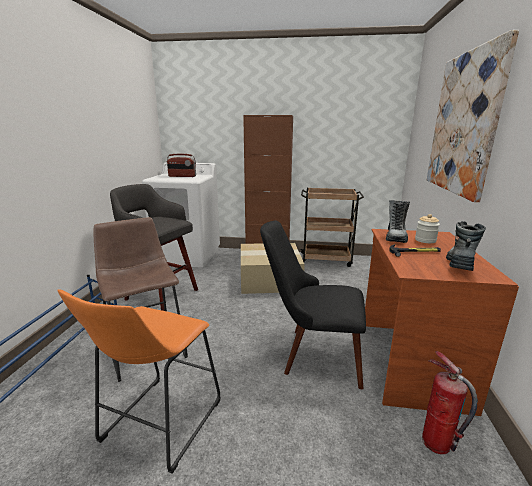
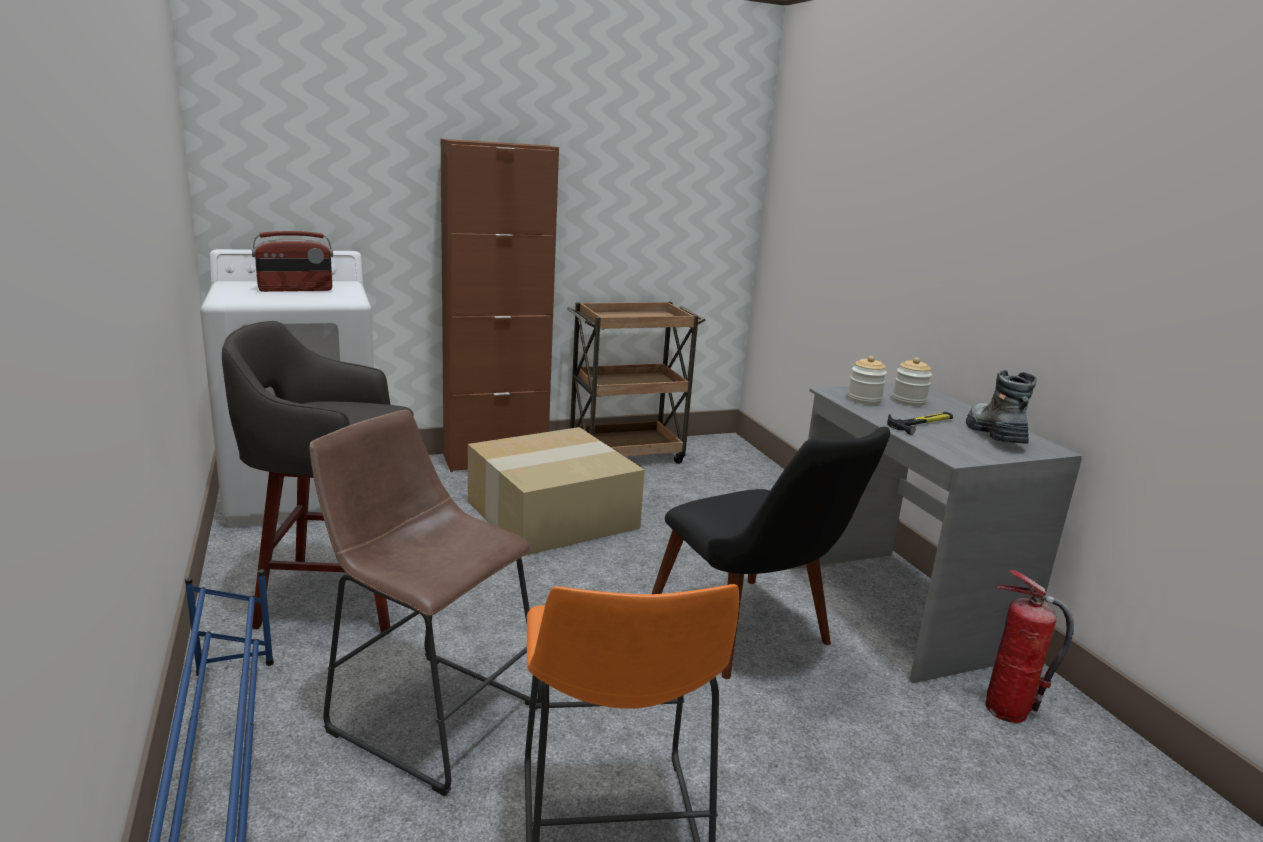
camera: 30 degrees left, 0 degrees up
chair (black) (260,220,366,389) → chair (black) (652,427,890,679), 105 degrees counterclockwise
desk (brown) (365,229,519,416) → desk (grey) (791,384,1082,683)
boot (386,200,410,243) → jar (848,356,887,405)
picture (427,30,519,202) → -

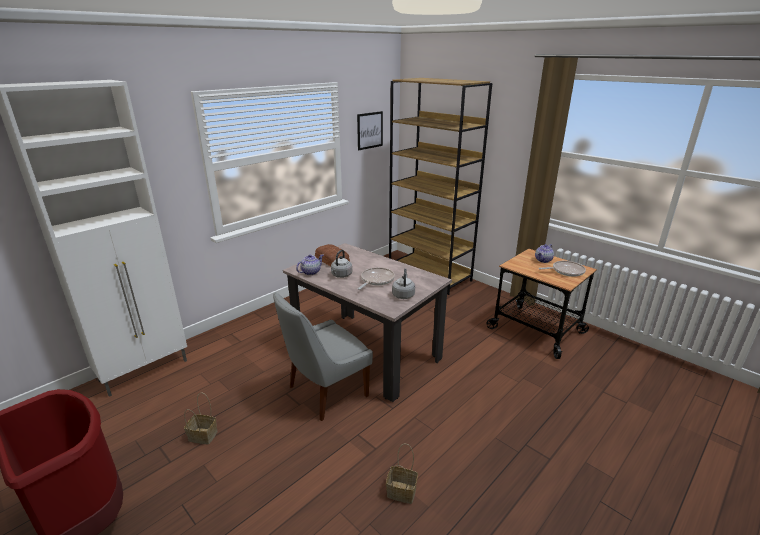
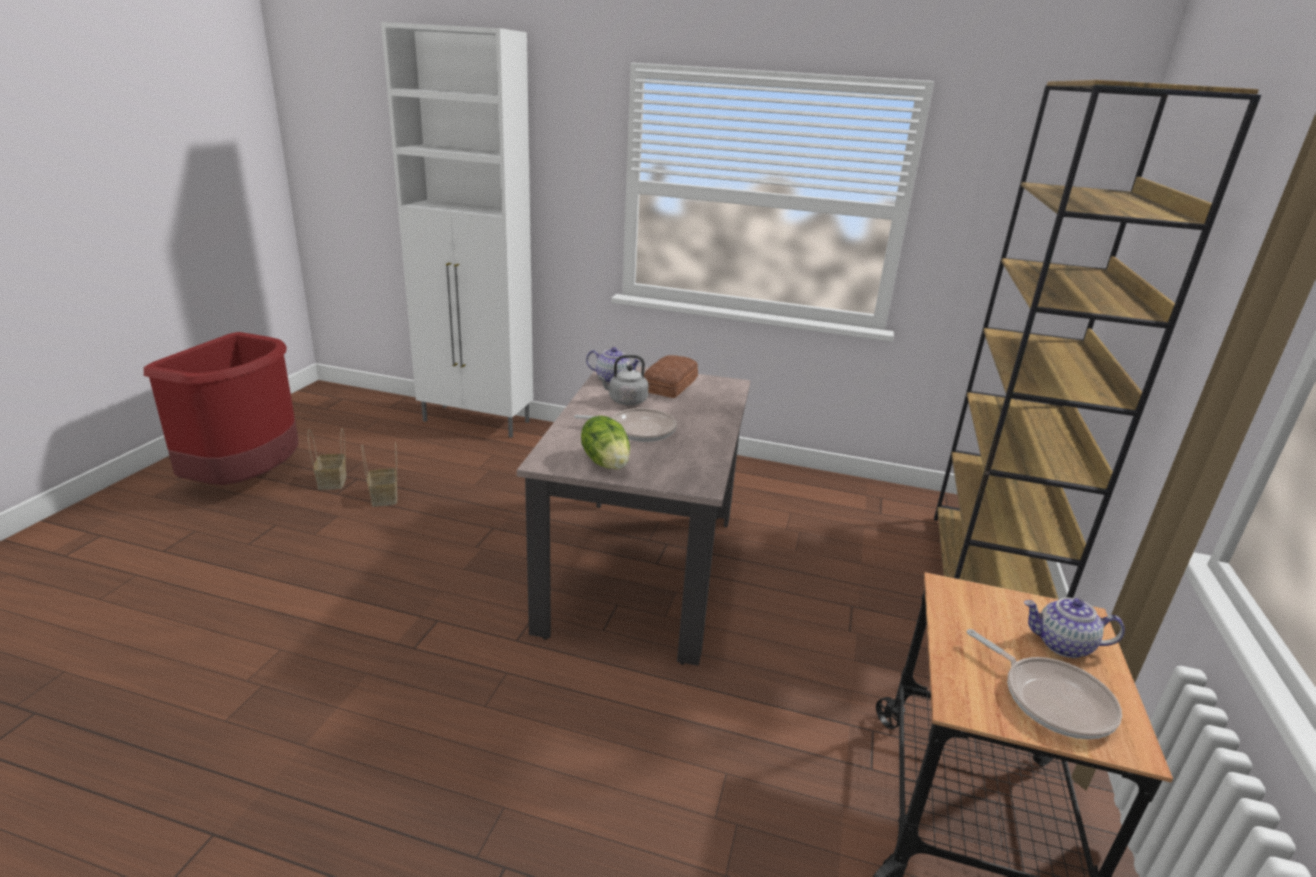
camera: 60 degrees right, 0 degrees up
basket (386,444,418,504) → basket (308,428,347,490), shifted
kettle (grey) (392,268,415,299) → lettuce (581,416,630,469)
chair (grey) (273,292,373,421) → -
picture (357,111,383,150) → -

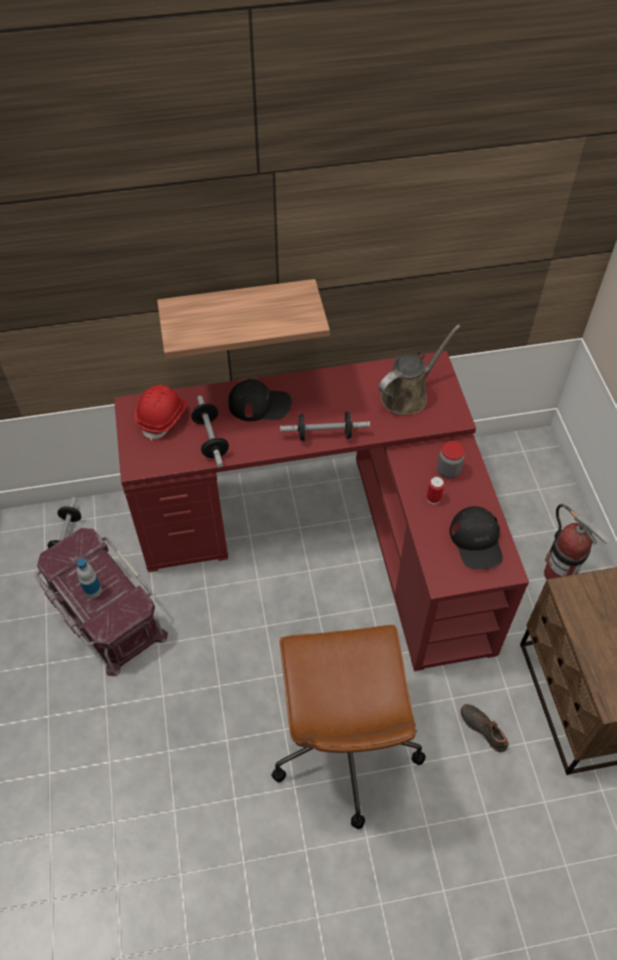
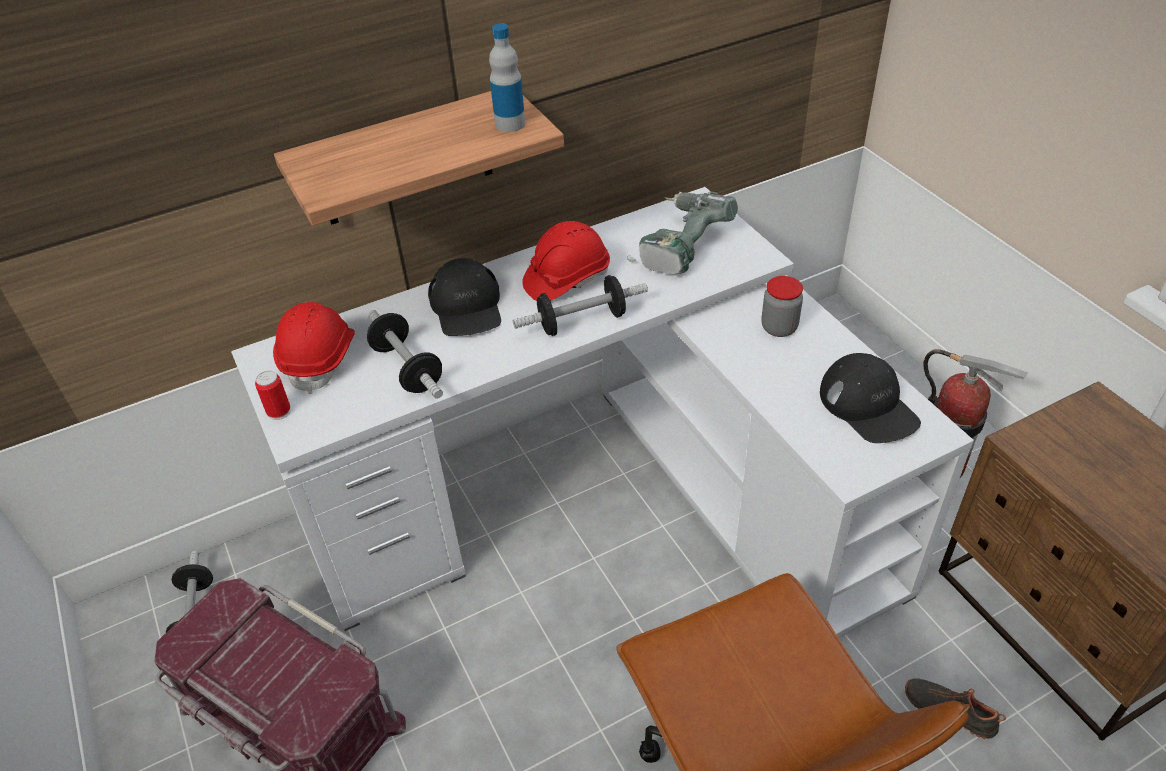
camera: 15 degrees left, 10 degrees down
desk (red) (114,351,529,671) → desk (white) (231,187,974,638)
can (427,477,444,504) → can (255,371,291,420), shifted
cap (black) (228,379,292,421) → cap (black) (428,258,501,336), 90 degrees clockwise
bottle (77,558,102,598) → bottle (489,23,525,132), shifted
- → hard hat (red) (522,221,610,301)
watering can (brown) (379,325,461,415) → power drill (627,192,738,274)

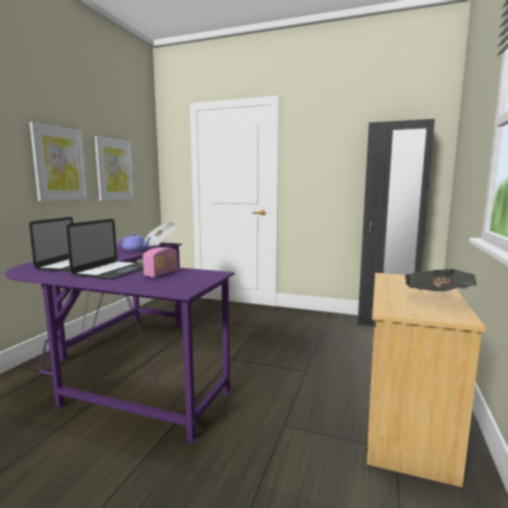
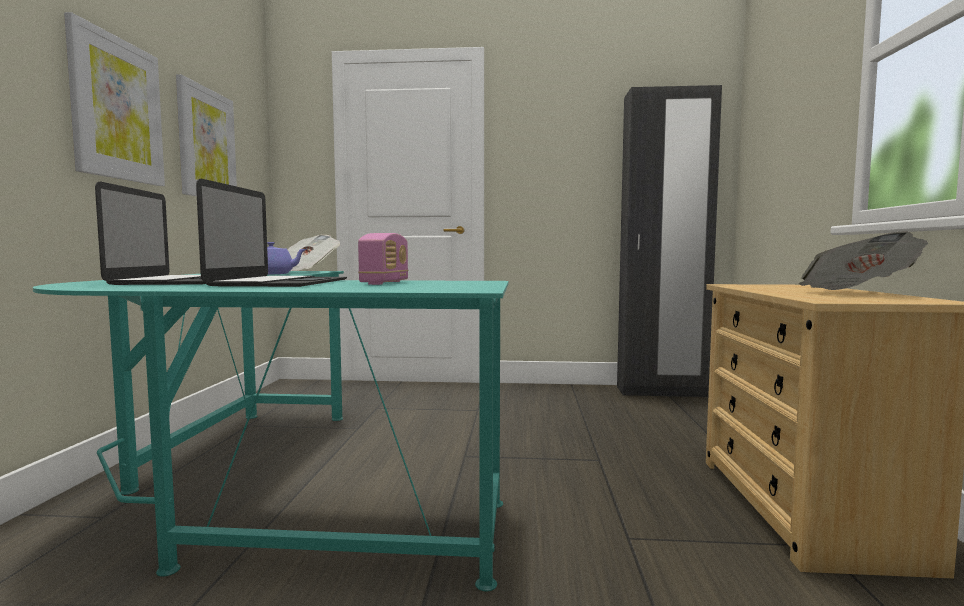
camera: 15 degrees left, 5 degrees down
desk (purple) (5,243,235,443) → desk (turquoise) (33,271,509,591)

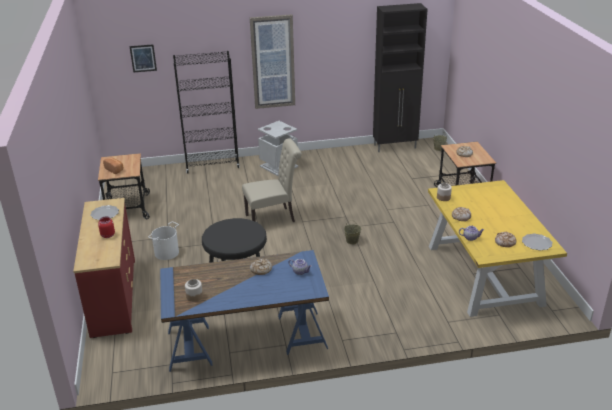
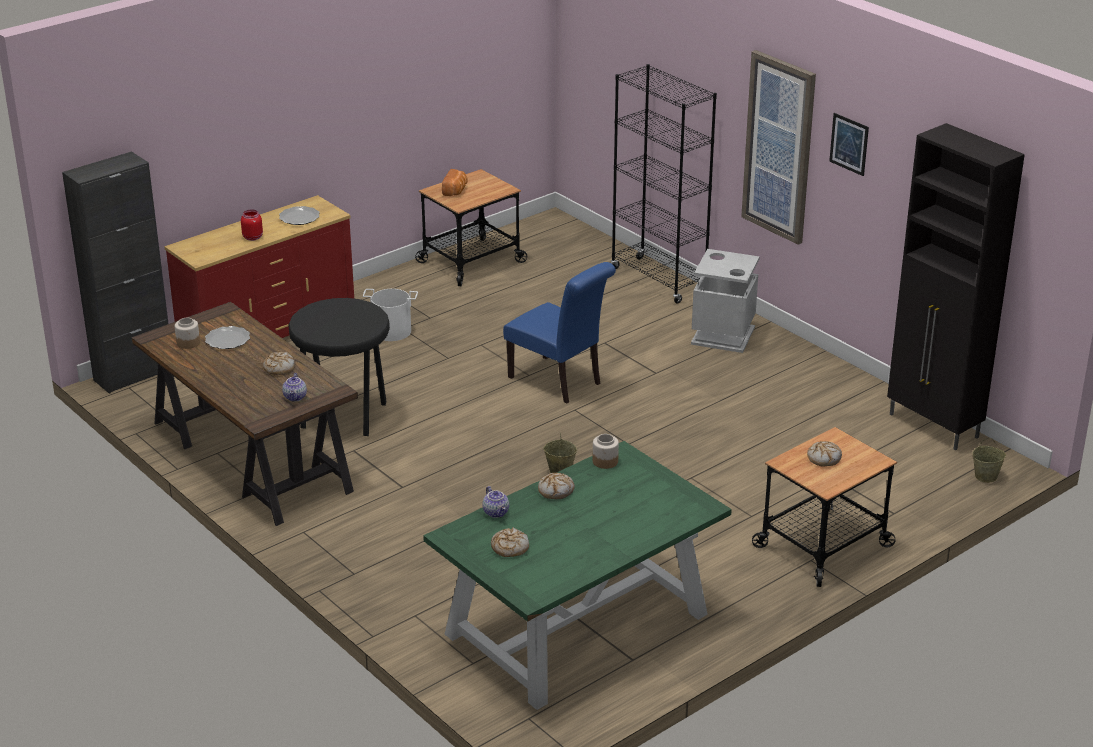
camera: 60 degrees right, 0 degrees up
- → cabinet (black) (62,151,168,394)
desk (blue) (160,250,329,372) → desk (brown) (132,302,358,526)
plate (522,233,553,251) → plate (205,326,250,349), shifted
dining table (yellow) (428,180,567,317) → dining table (green) (423,441,732,710)
chair (beige) (242,139,302,222) → chair (blue) (503,262,616,404)
picture (129,44,157,73) → picture (829,113,869,176), shifted

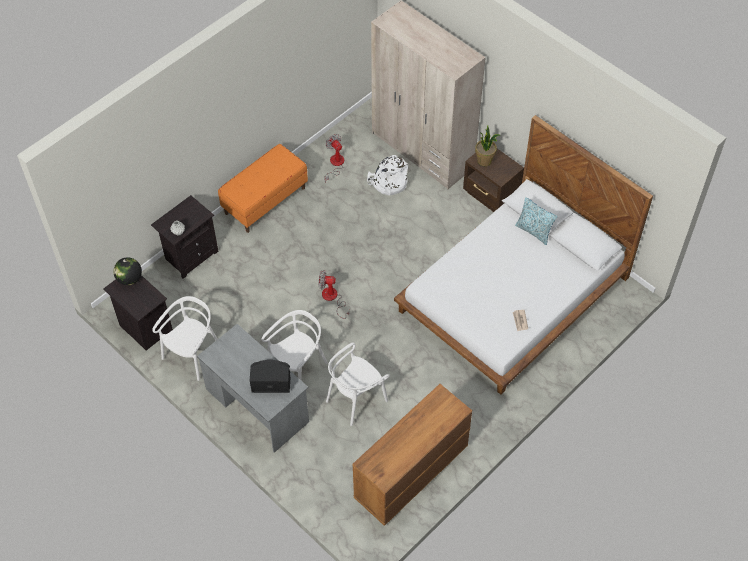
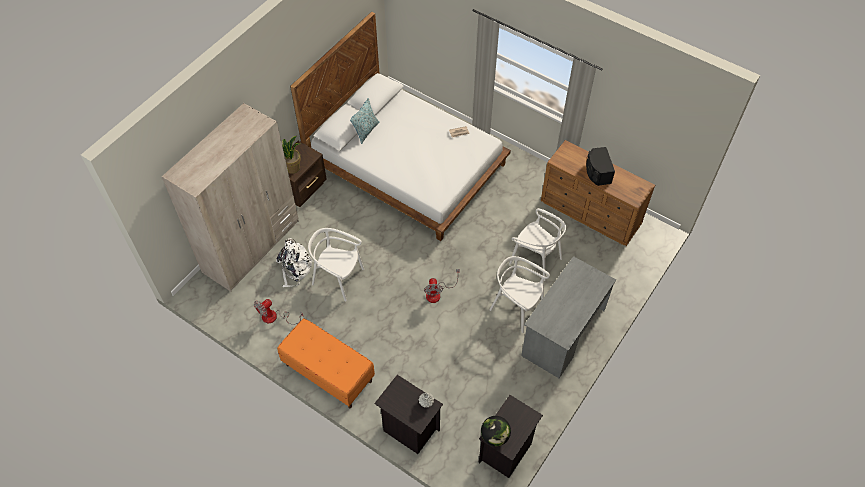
camera: 100 degrees left, 0 degrees up
chair (white) (152,296,217,381) → chair (white) (308,228,364,302), shifted
speaker (black) (250,360,290,393) → speaker (black) (586,147,615,186), shifted

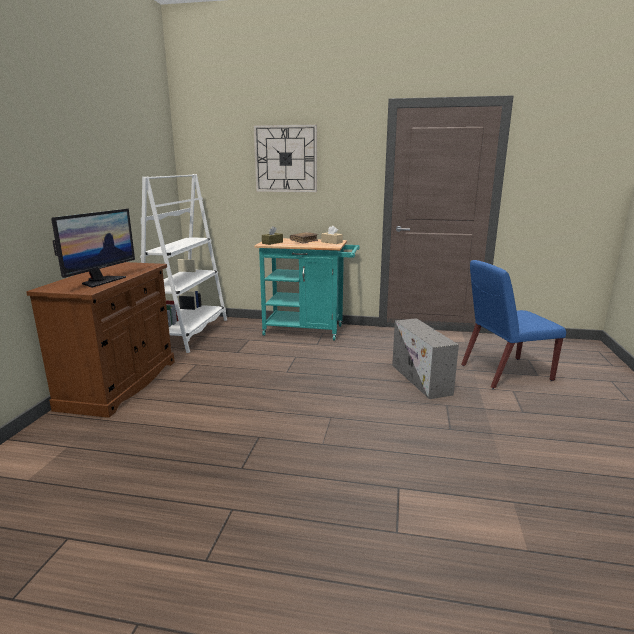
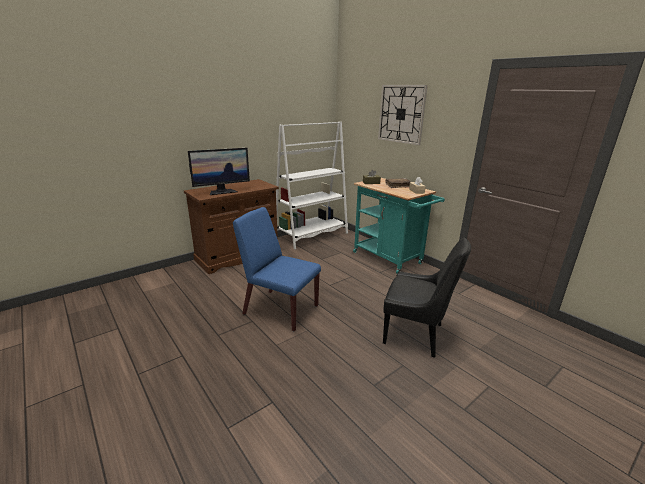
camera: 40 degrees right, 5 degrees up
chair (blue) (461,260,566,389) → chair (blue) (233,207,321,331), shifted
storage box (grey) (392,318,459,399) → chair (black) (383,237,471,358)

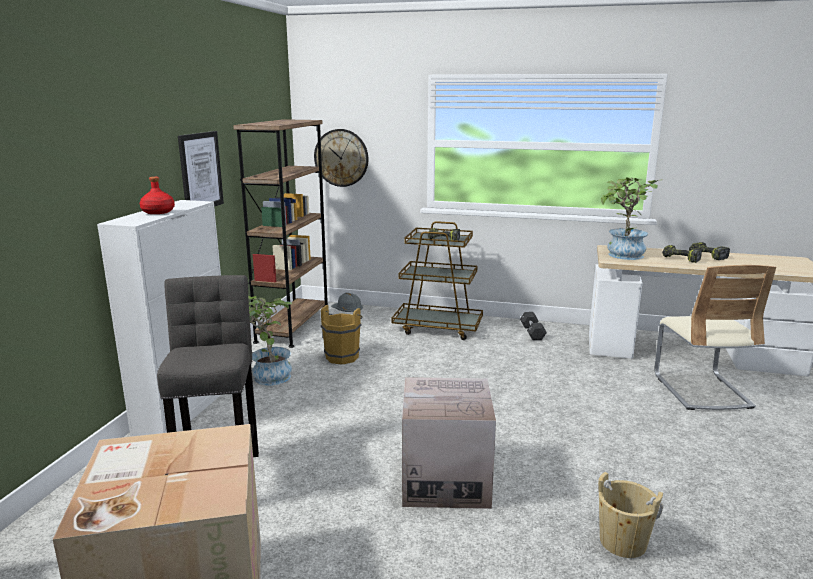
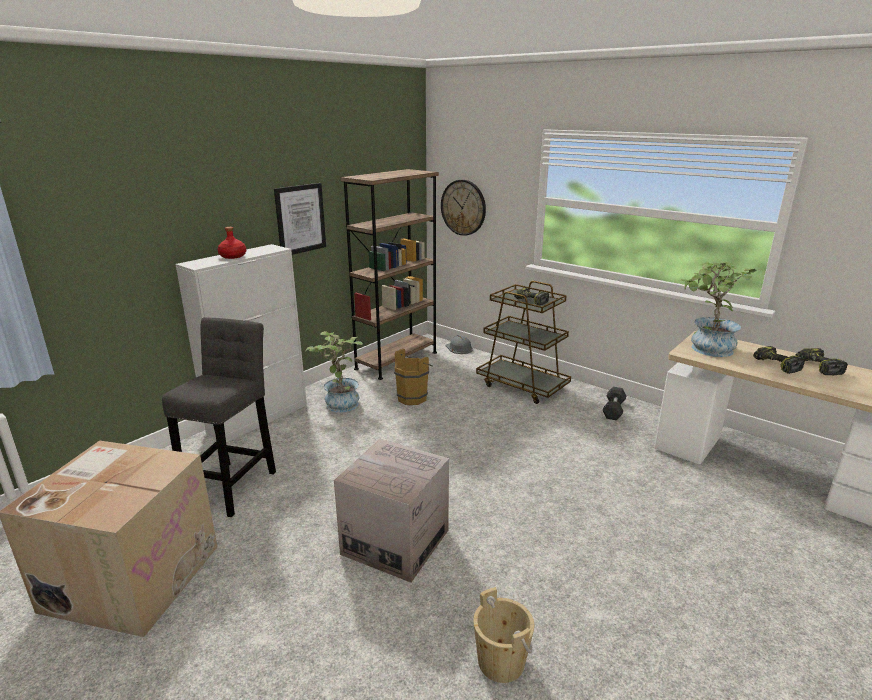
camera: 25 degrees right, 5 degrees up
chair (beige) (655,265,776,410) → -

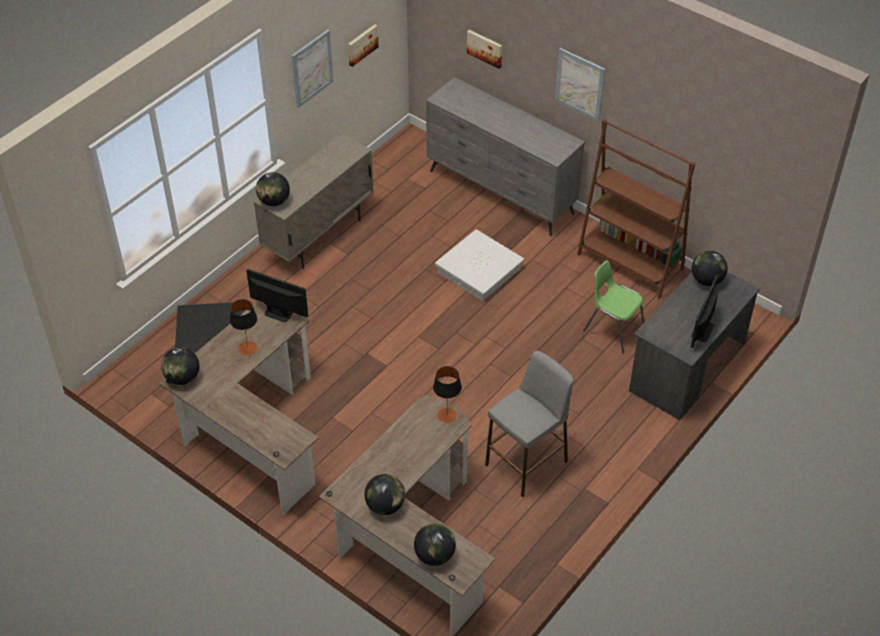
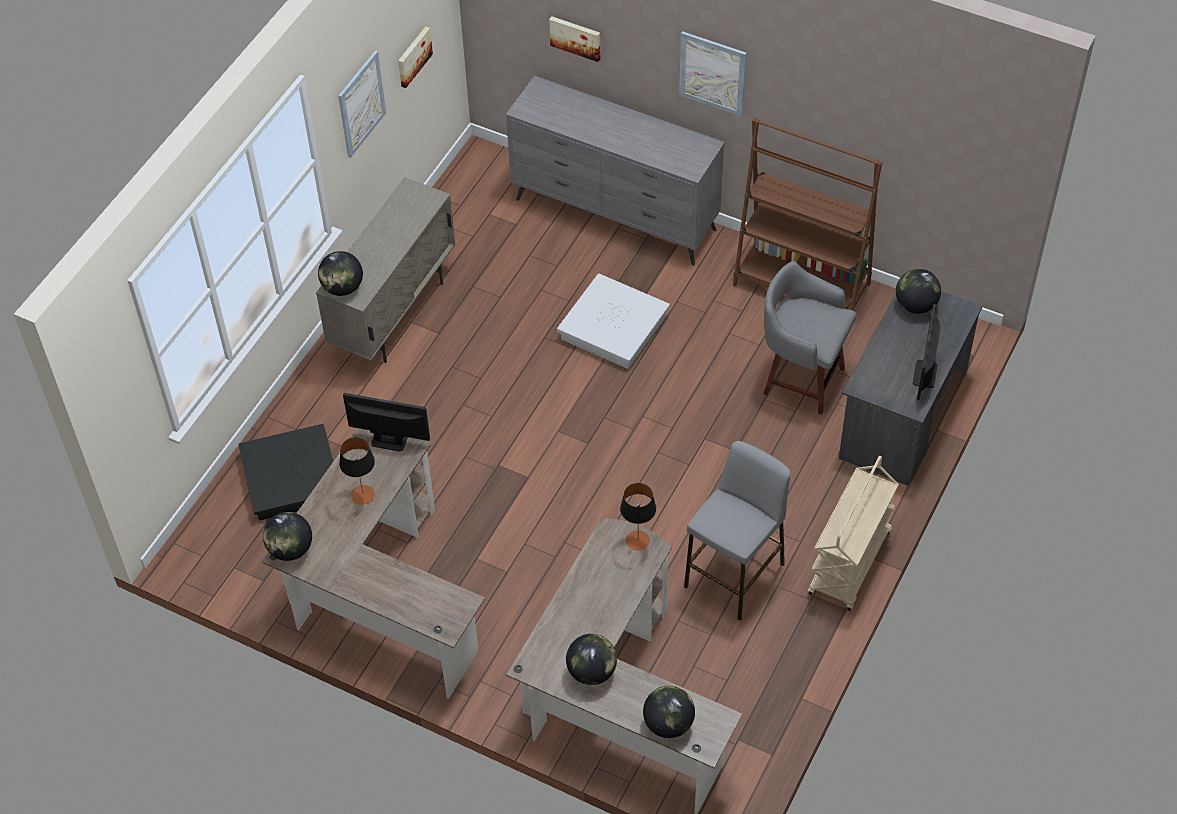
camera: 10 degrees left, 5 degrees up
chair (green) (583,260,645,354) → stool (grey) (764,261,856,415)
- → cart (beige) (808,456,899,611)

